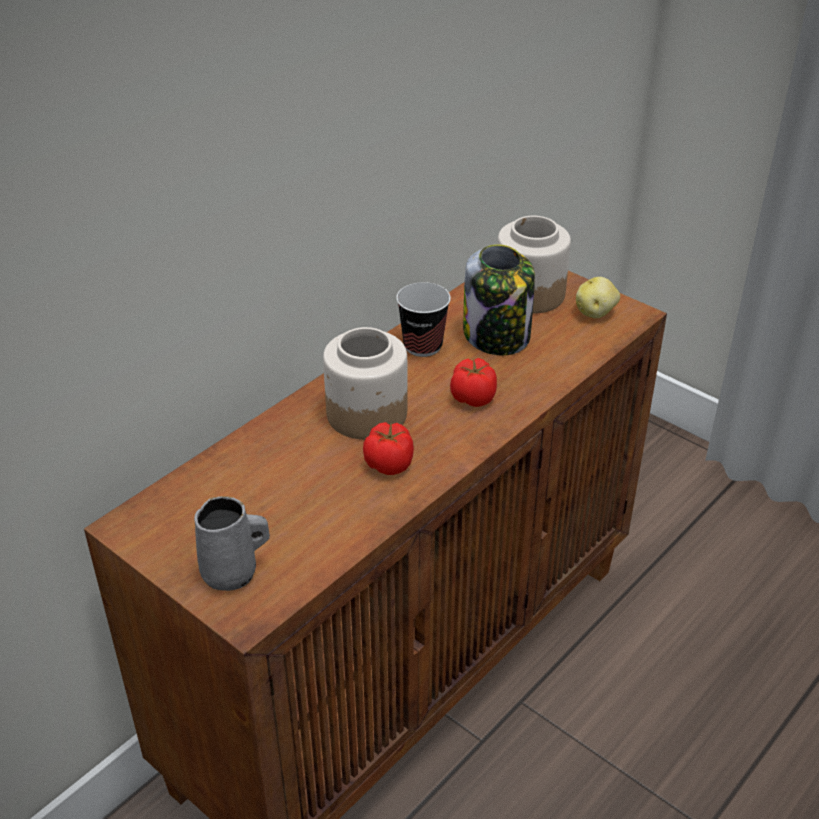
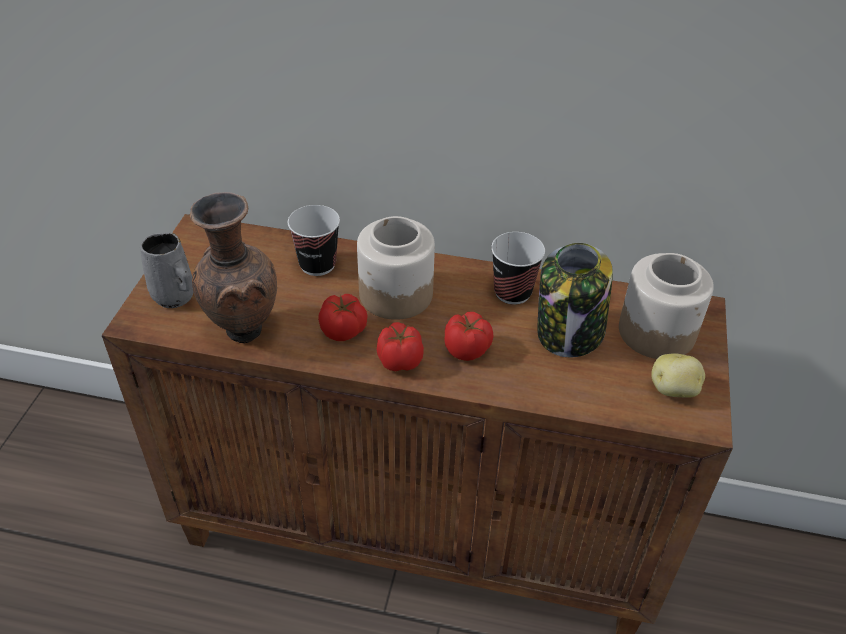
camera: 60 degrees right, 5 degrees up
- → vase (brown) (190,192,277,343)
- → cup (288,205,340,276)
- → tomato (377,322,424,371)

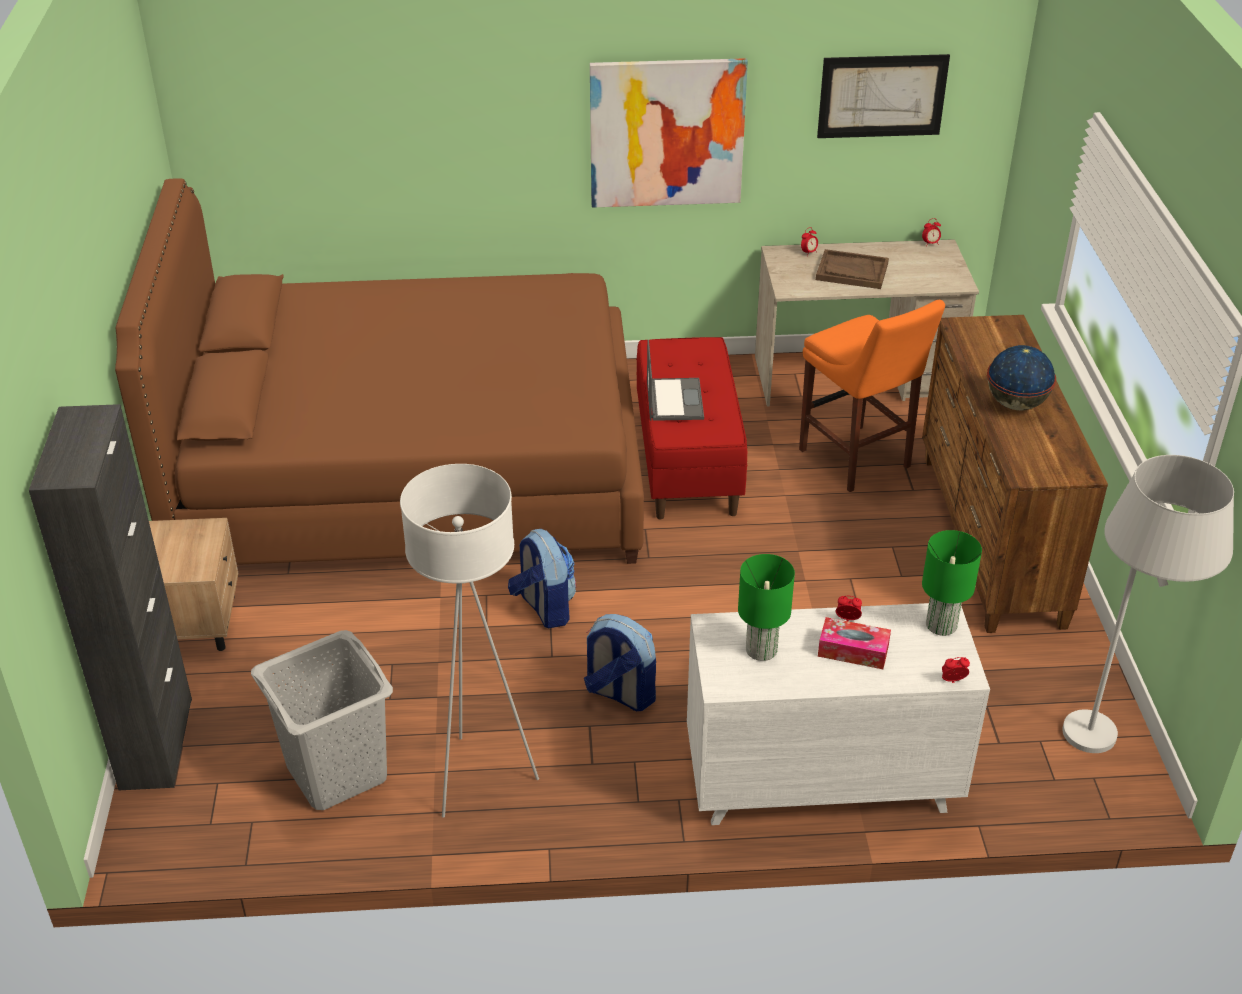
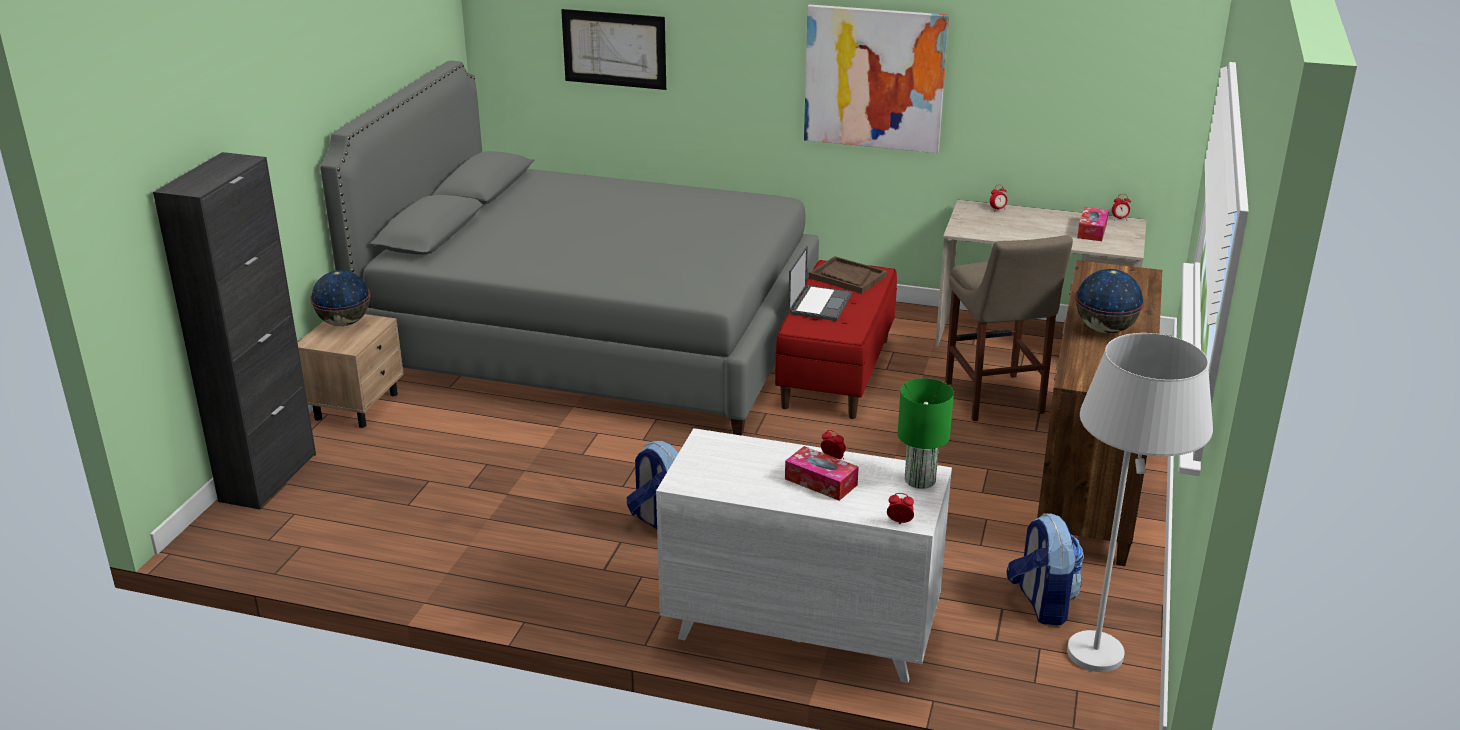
camera: 20 degrees right, 10 degrees down
- → globe (310,270,371,326)
bed (brown) (115,179,644,565) → bed (grey) (320,61,819,435)
picture (817,54,950,138) → picture (561,9,666,90), shifted
tray (brown) (816,249,889,289) → tray (brown) (809,256,887,294), shifted
stool (orange) (799,300,945,492) → stool (beige) (945,235,1073,421)
backpack (508,529,576,628) → backpack (1006,513,1084,625), shifted
- → tissue box (1077,207,1109,241)
laundry basket (grey) (251,630,393,810) → -
floor lamp (white) (400,464,539,818) → -
table lamp (green) (738,554,795,661) → -

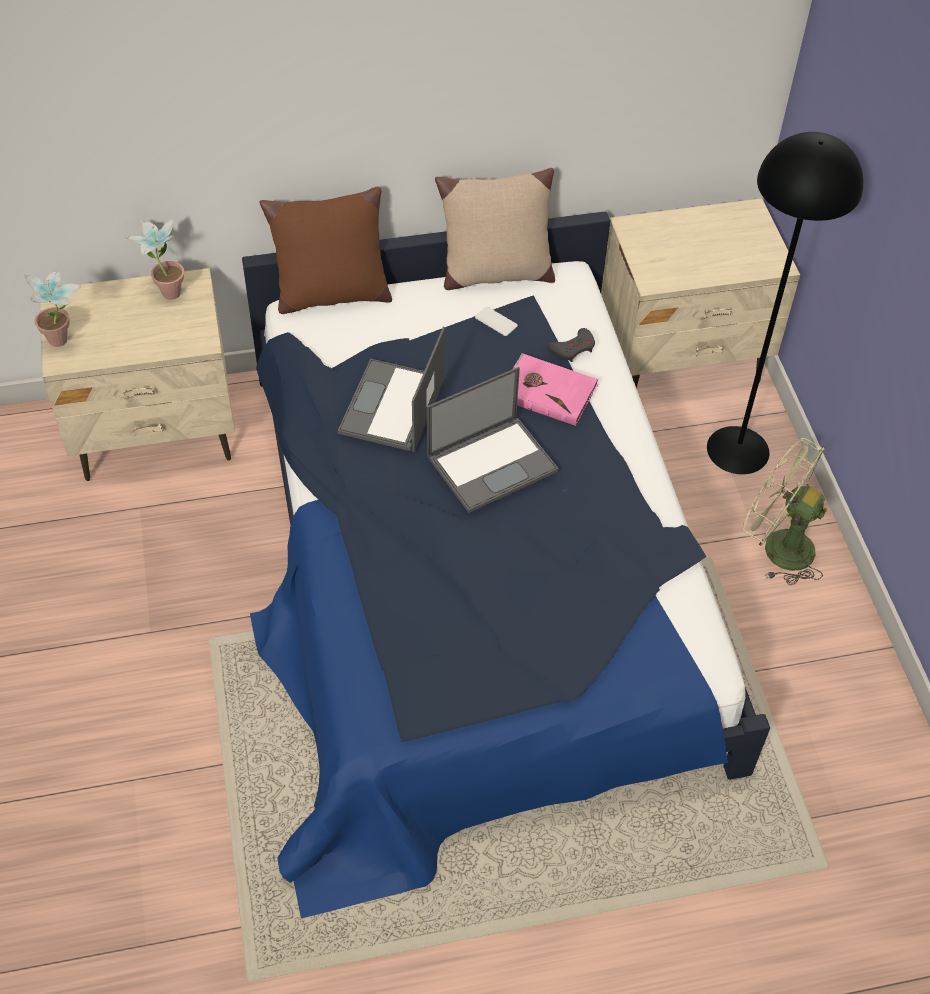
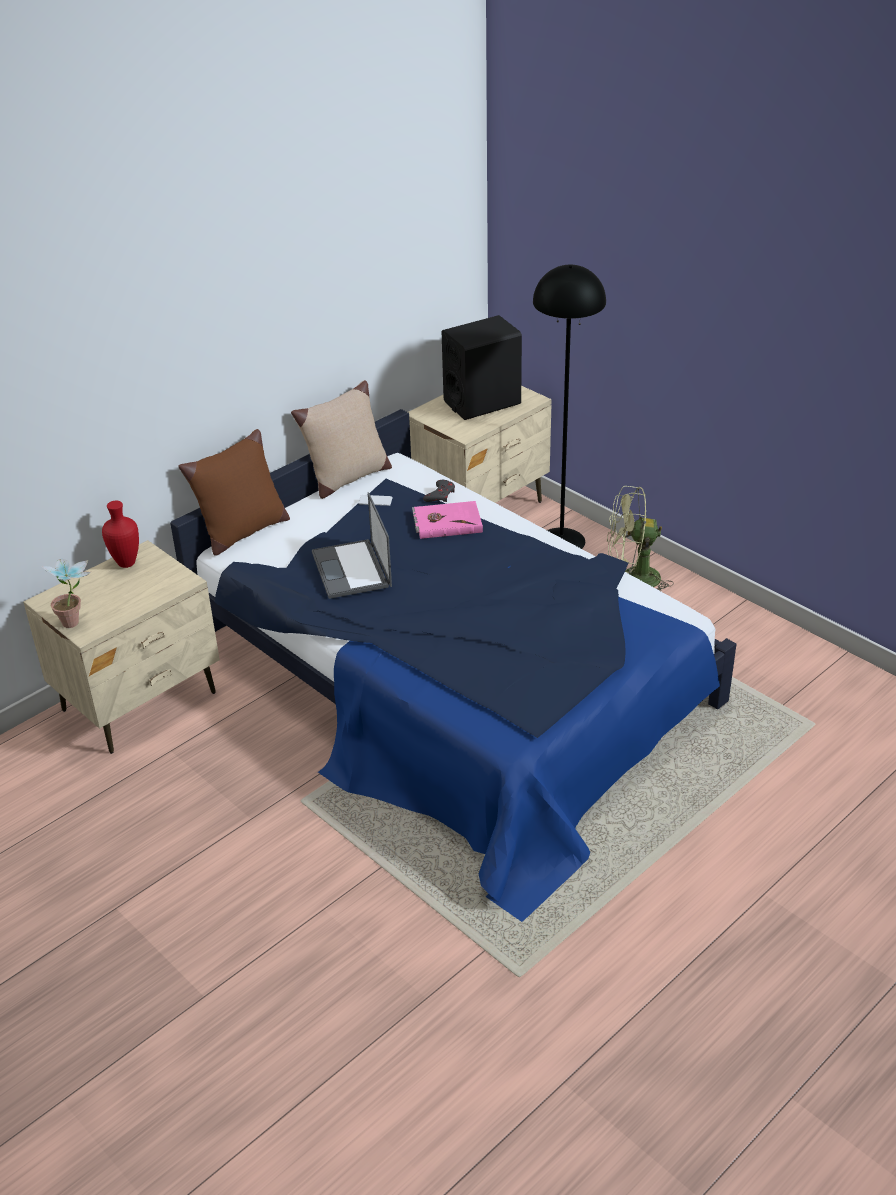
camera: 30 degrees left, 15 degrees down
potted plant (125,217,184,300) → vase (red) (102,501,139,568)
- → speaker (black) (442,315,522,420)
laptop (427,367,559,513) → -

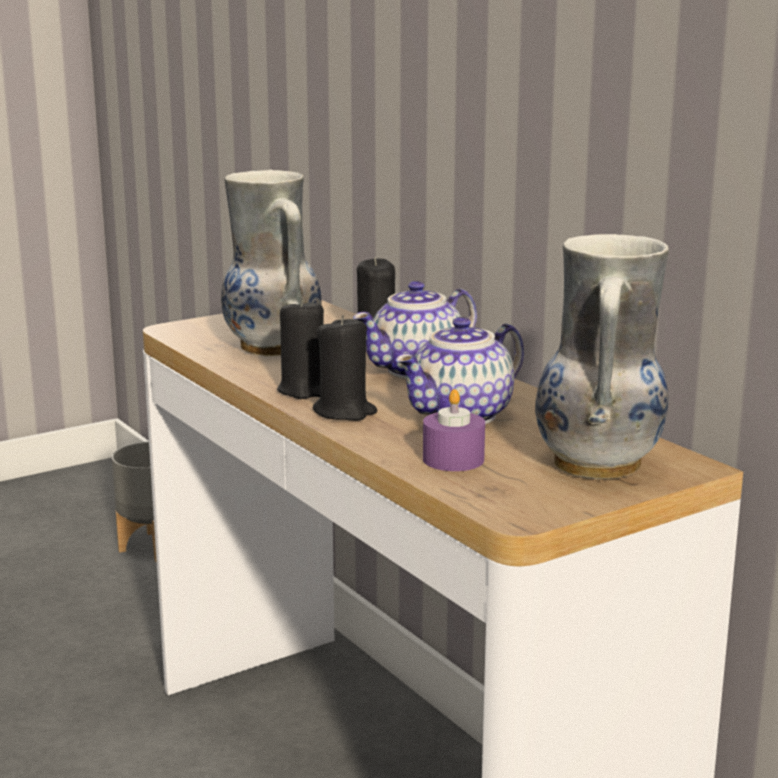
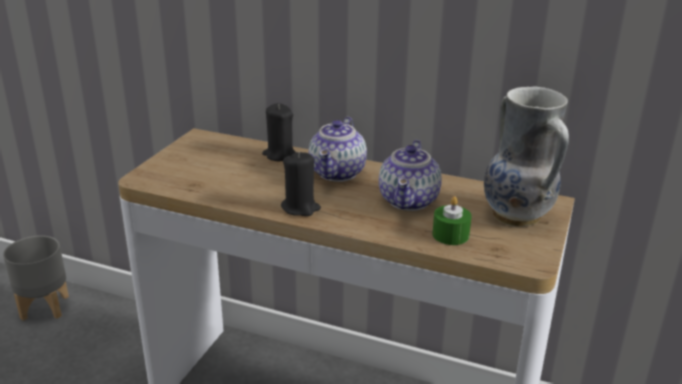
camera: 35 degrees left, 10 degrees up
candle (purple) (423,389,485,471) → candle (green) (432,196,472,245)
vase (221,170,322,356) → -
candle (black) (313,315,377,421) → -

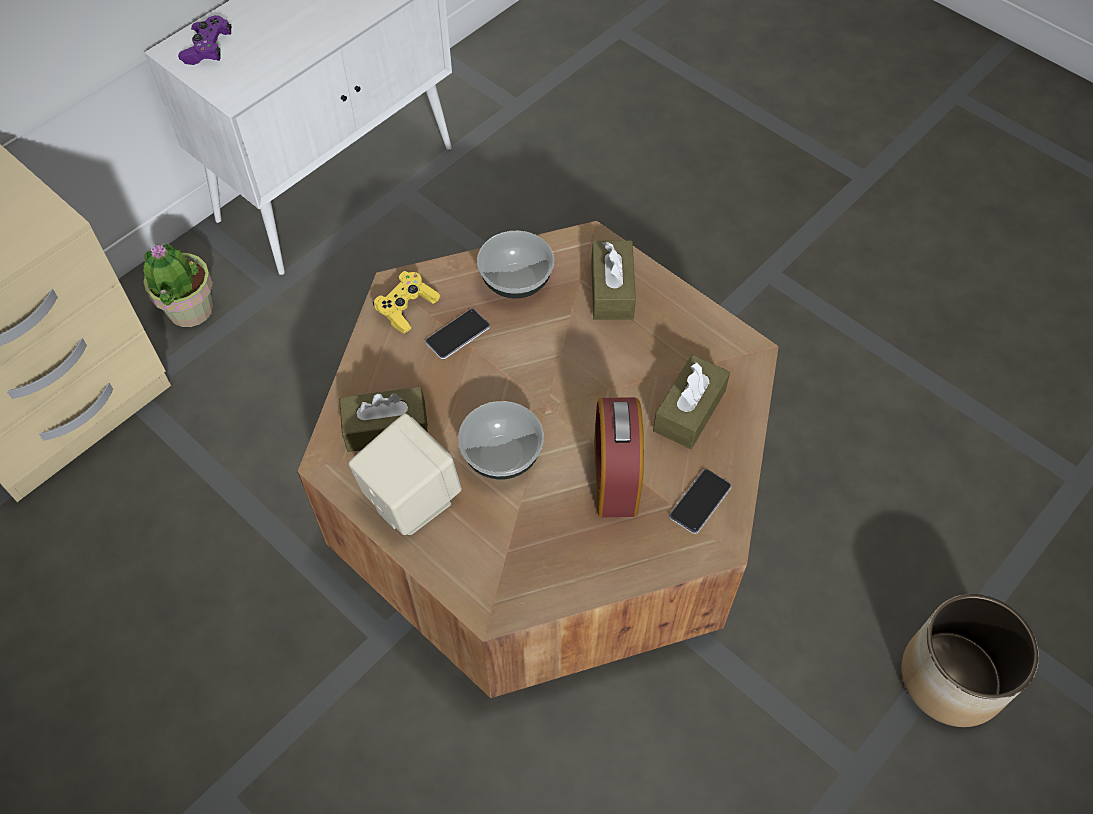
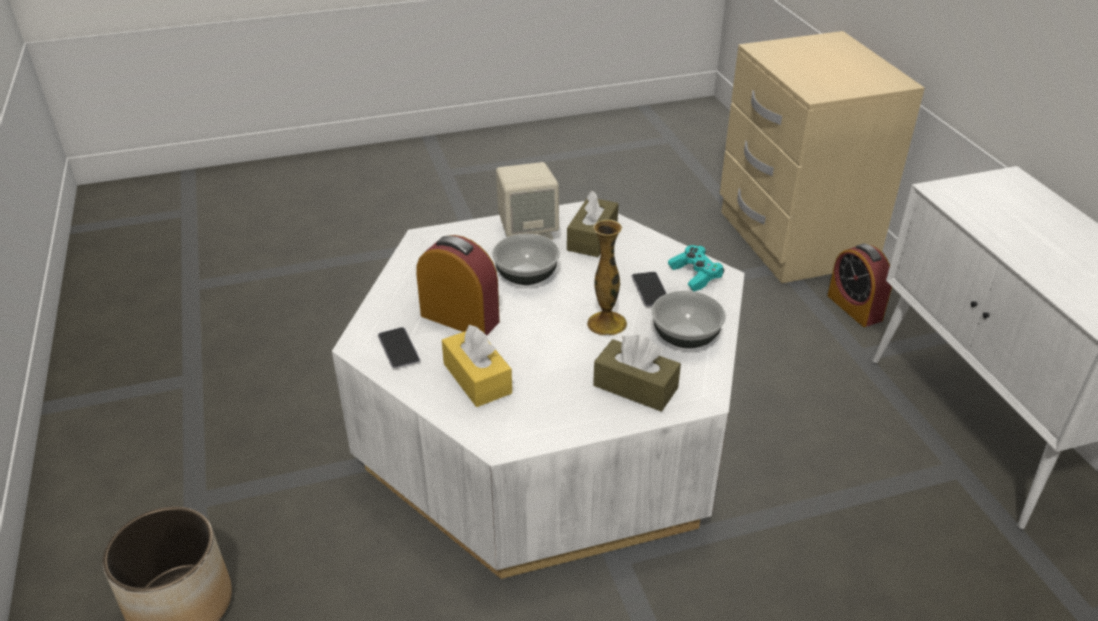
camera: 120 degrees right, 20 degrees down
coffee table (brown) (298,221,779,698) → coffee table (white) (332,201,745,579)
tissue box (brown) (653,355,730,449) → tissue box (yellow) (442,325,512,407)
- → vase (587,220,627,336)
game controller (yellow) (373,271,440,334) → game controller (turquoise) (668,245,724,291)
potted plant (143,243,213,327) → alarm clock (827,243,892,327)
game controller (purple) (178,15,232,65) → -

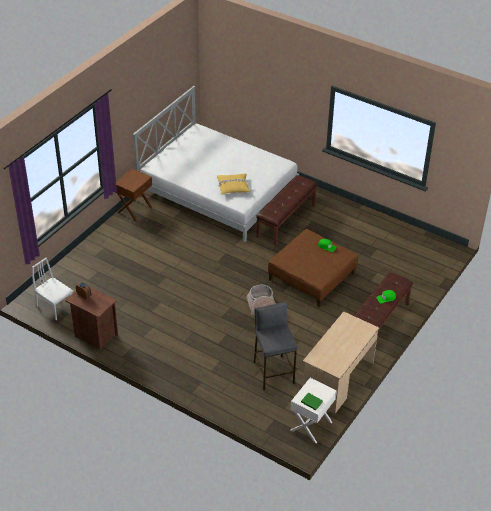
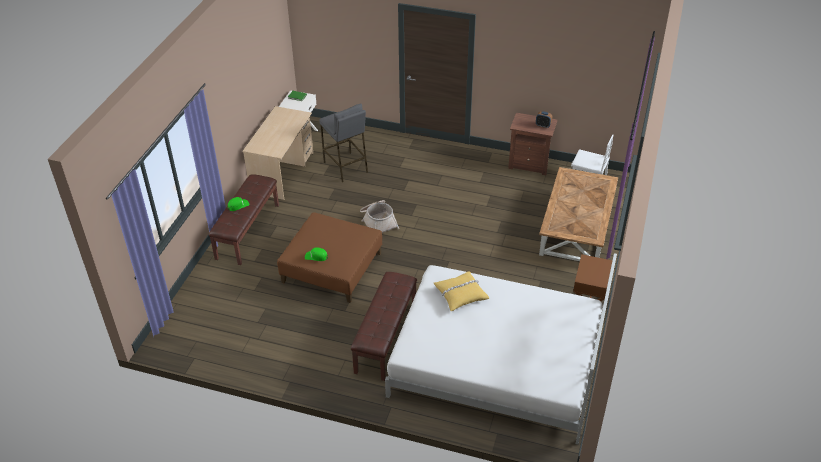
camera: 165 degrees right, 0 degrees up
- → coffee table (brown) (539,167,618,261)

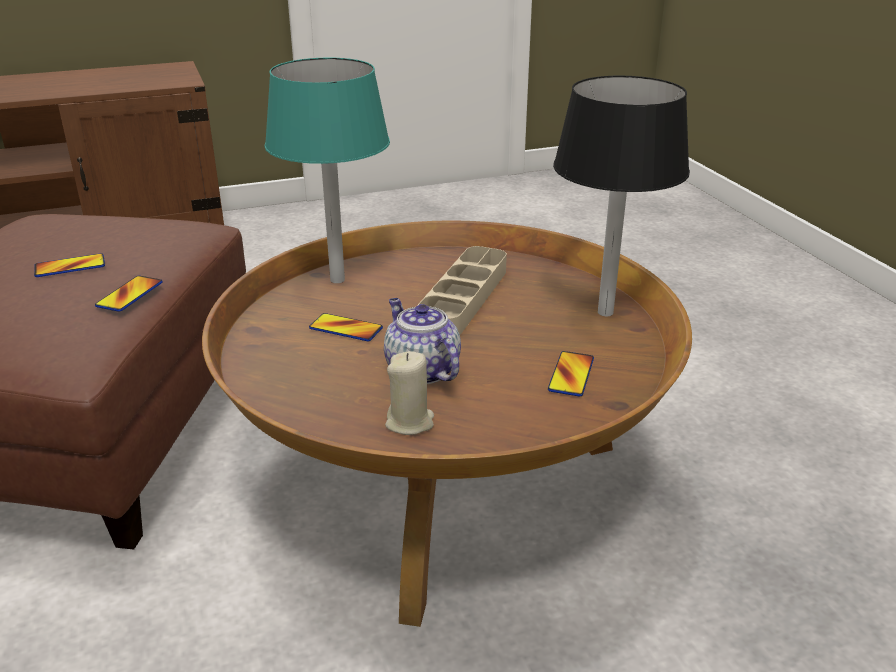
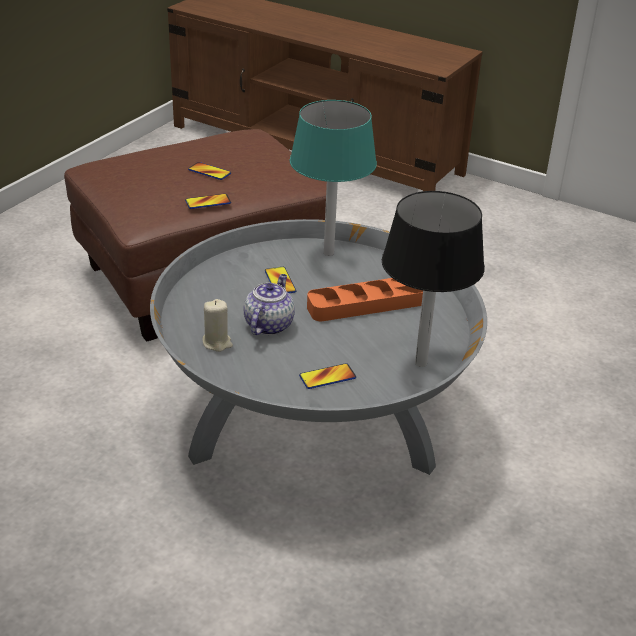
camera: 50 degrees right, 5 degrees up
coffee table (brown) (202,221,692,627) → coffee table (grey) (150,219,487,475)
tray (beige) (417,246,507,335) → tray (orange) (307,278,423,321)

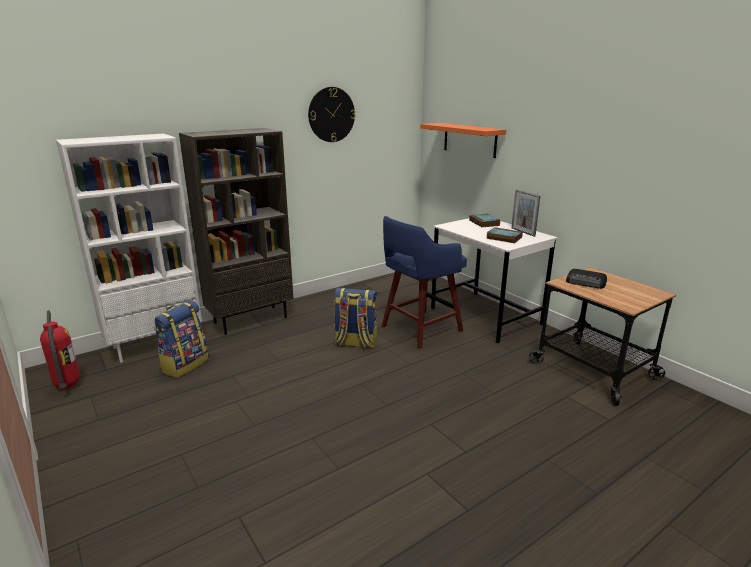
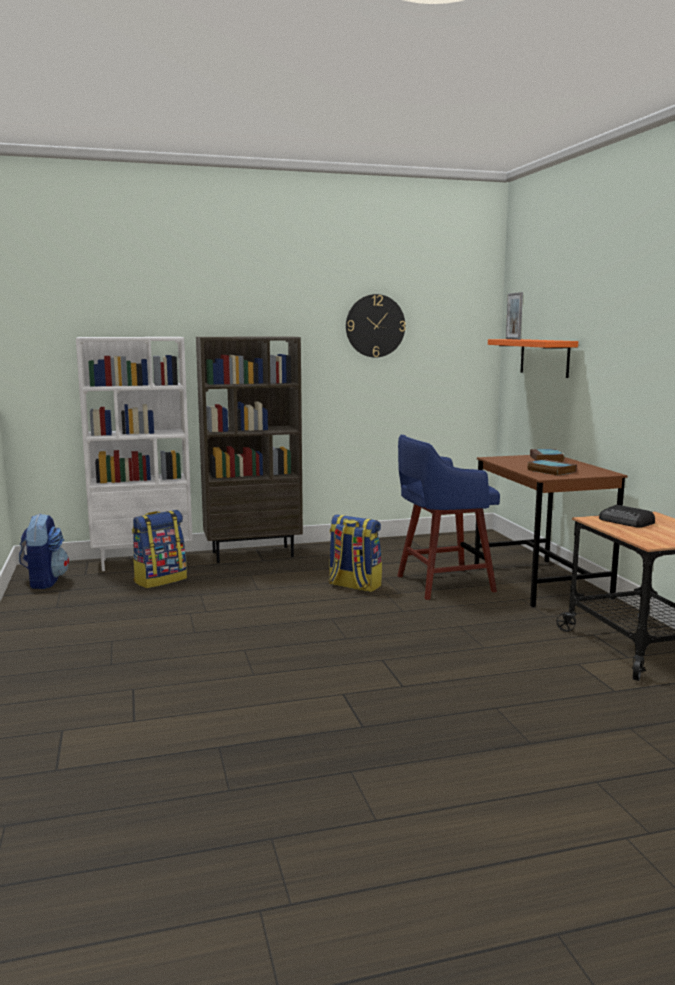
camera: 20 degrees right, 10 degrees down
fire extinguisher (40,310,80,389) → backpack (19,513,69,589)
desk (white) (431,218,558,343) → desk (brown) (474,455,628,608)
picture frame (511,189,540,237) → picture frame (506,292,523,340), shifted

